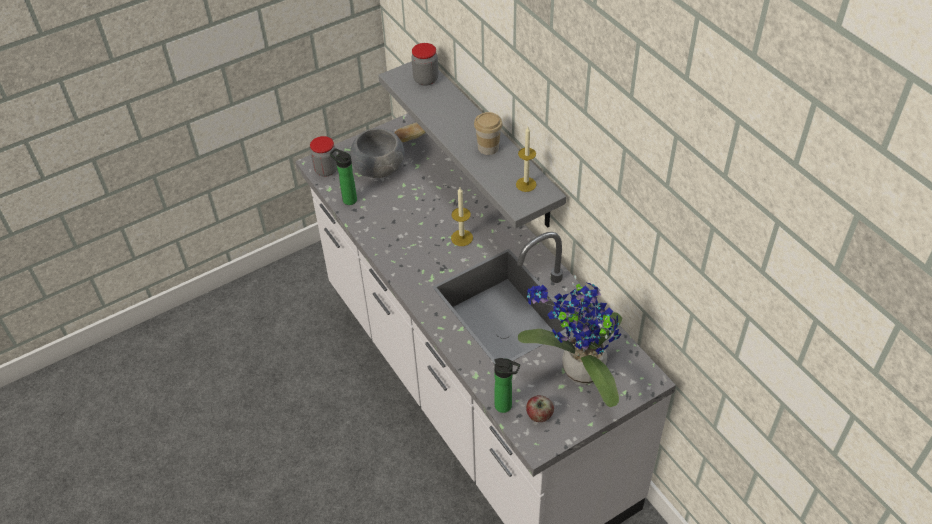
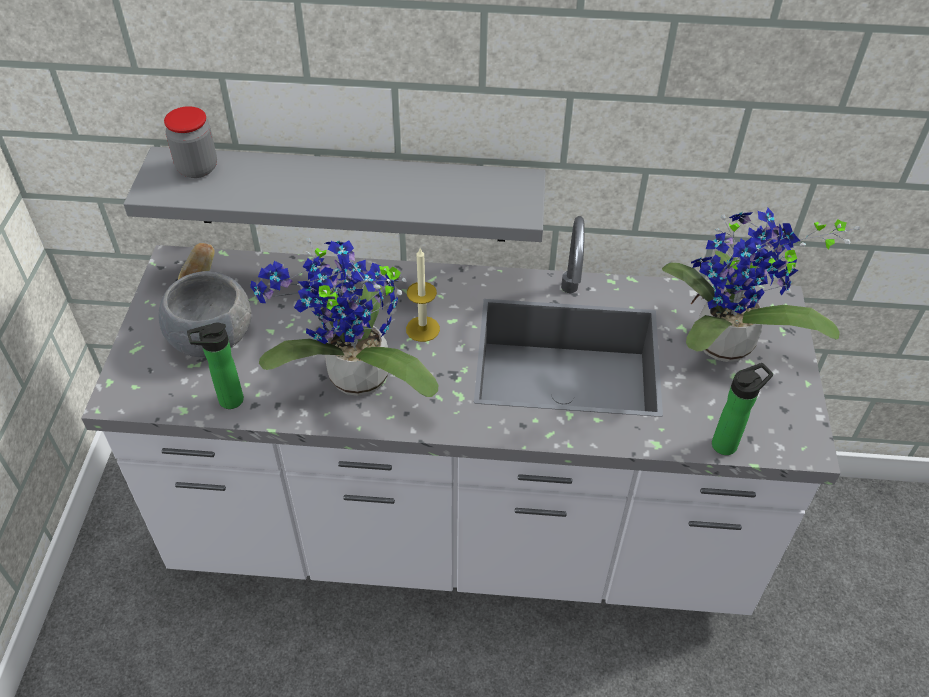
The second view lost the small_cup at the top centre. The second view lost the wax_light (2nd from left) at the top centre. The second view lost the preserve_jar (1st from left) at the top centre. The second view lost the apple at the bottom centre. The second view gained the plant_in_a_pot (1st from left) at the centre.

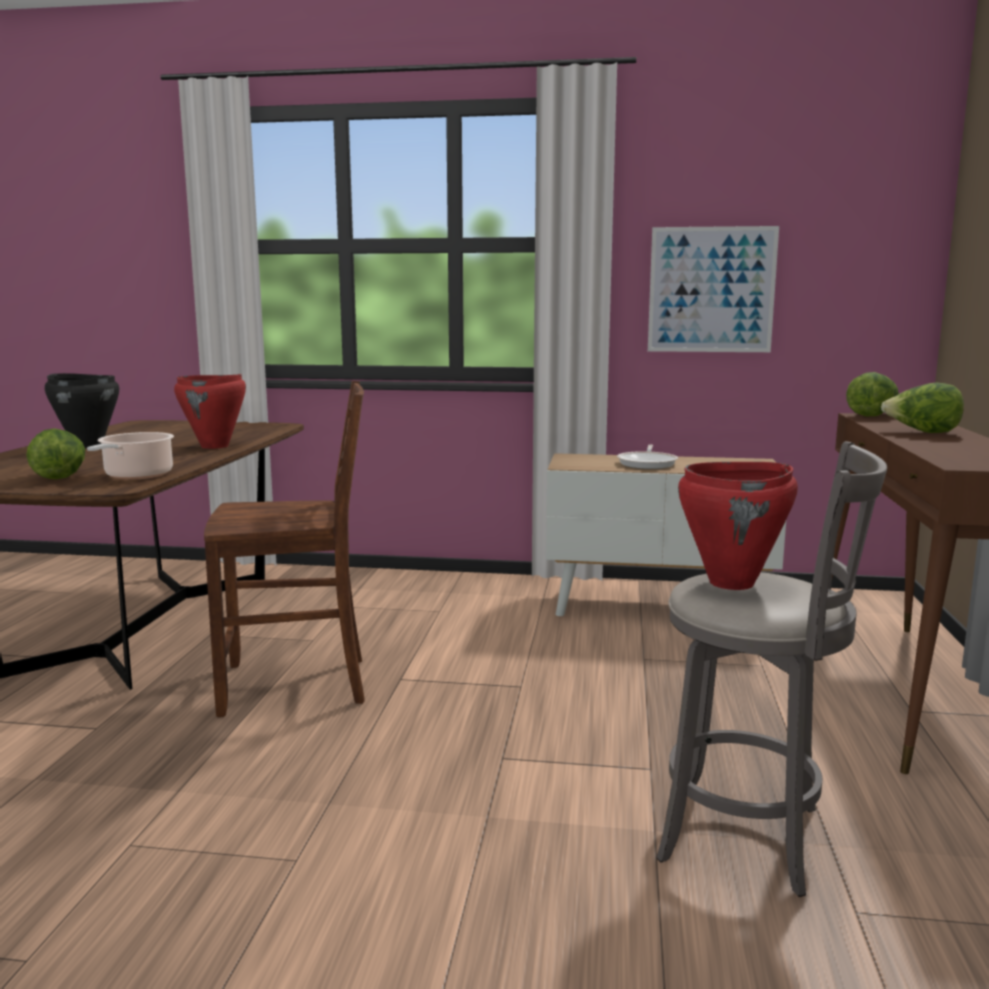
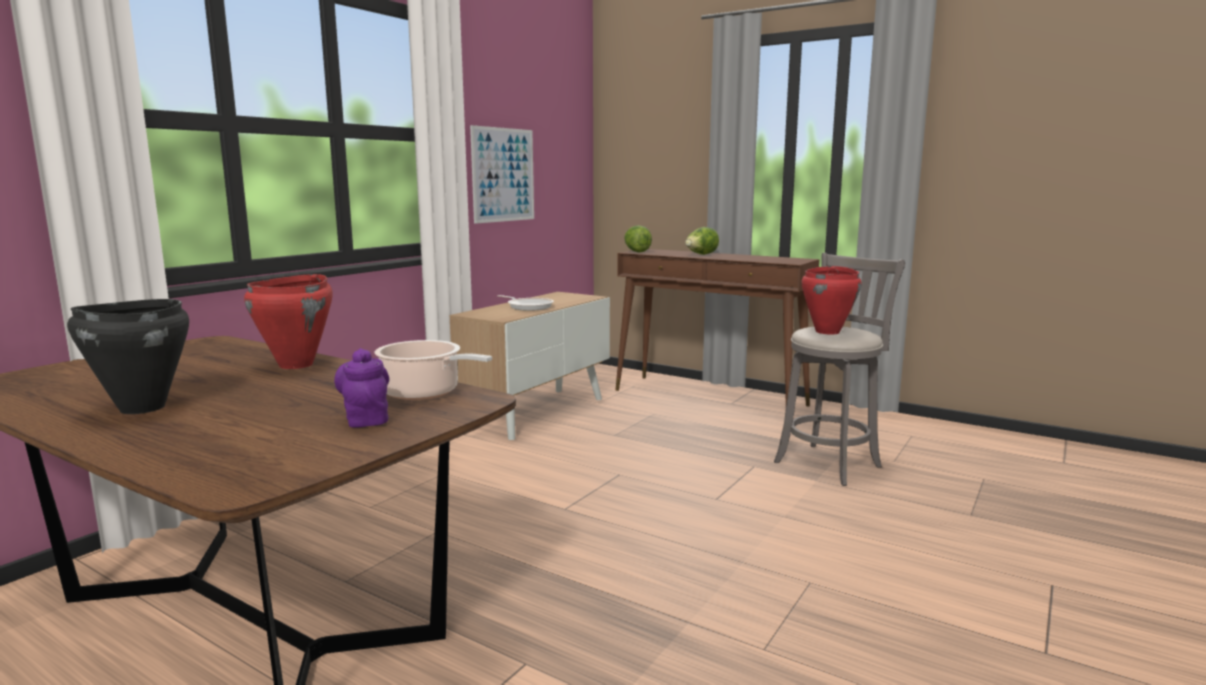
The second view lost the brownish_chair at the middle left. Where the head_of_lettuce (1st from left) stood at the middle left, the purple-coloured_teapot came to stand at the middle left.

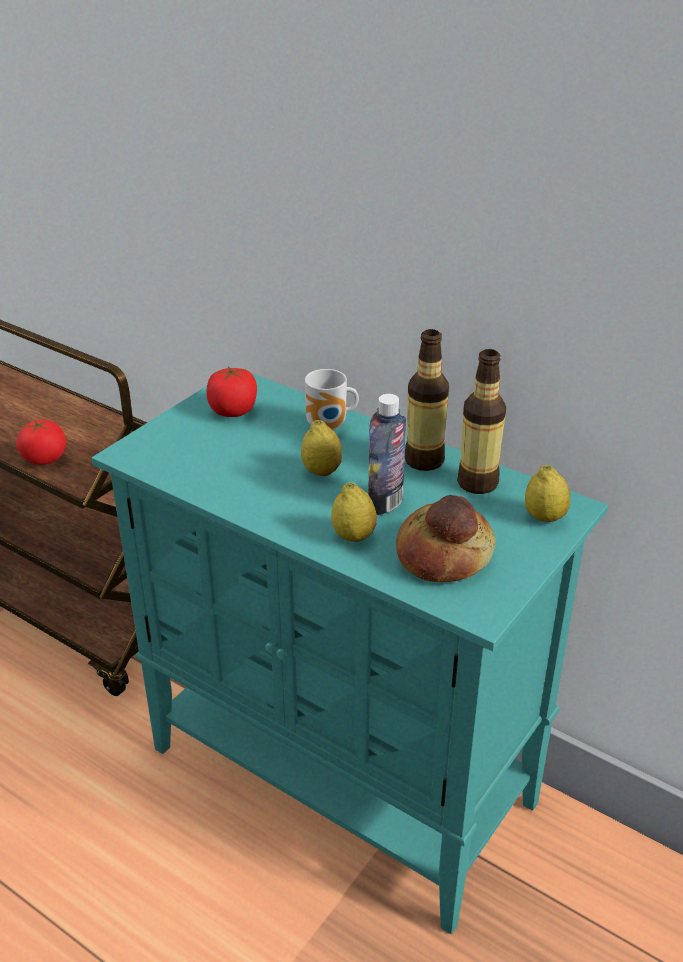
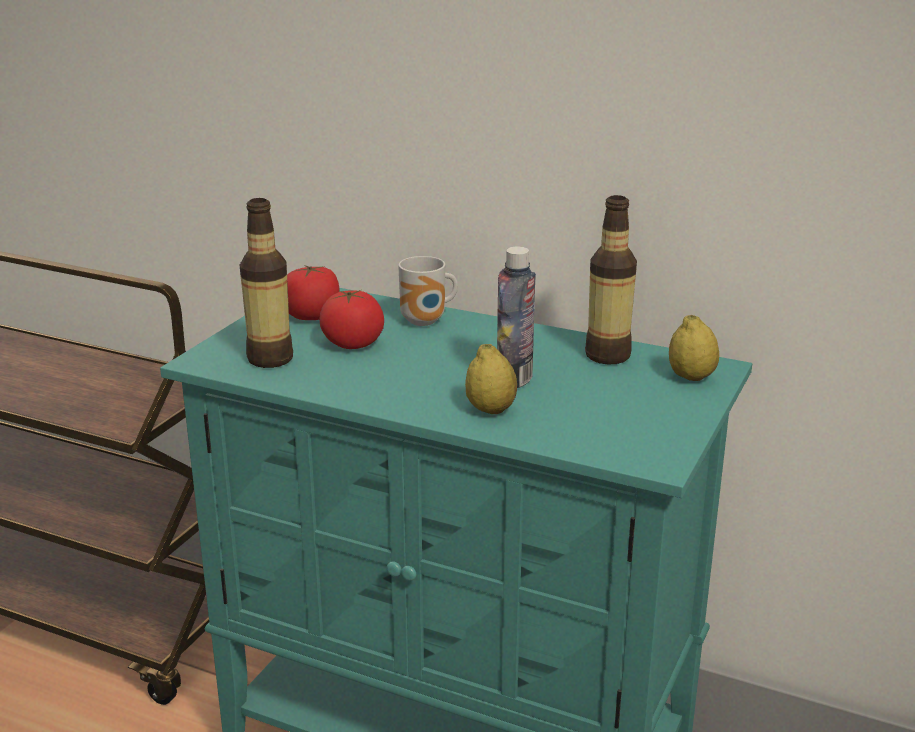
The beverage_bottle (2nd from left in the first image) ended up elsewhere, having gone from the centre to the middle left. The tomato (1st from left in the first image) ended up elsewhere, having gone from the middle left to the centre. The second view lost the whole_lemon (1st from left) at the centre. The second view lost the baked_bread at the centre.

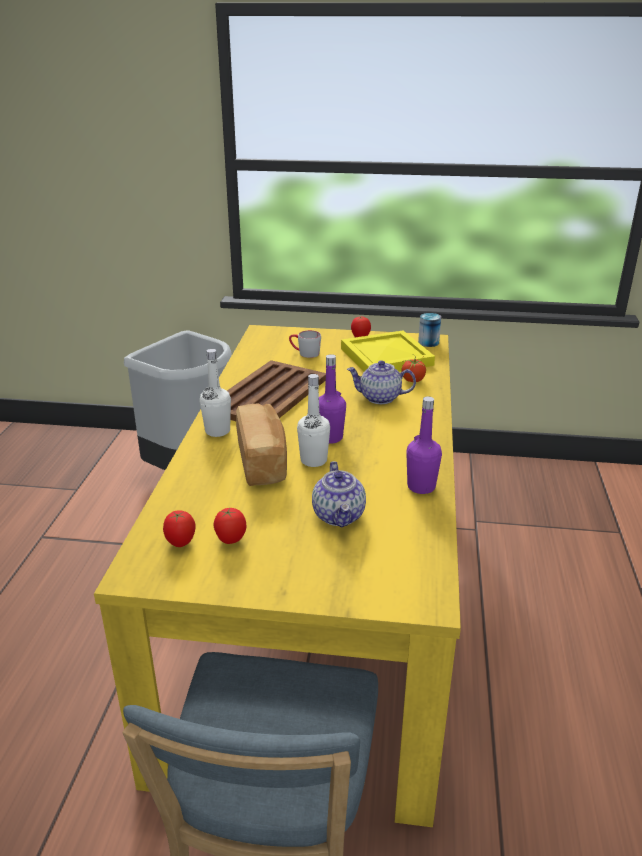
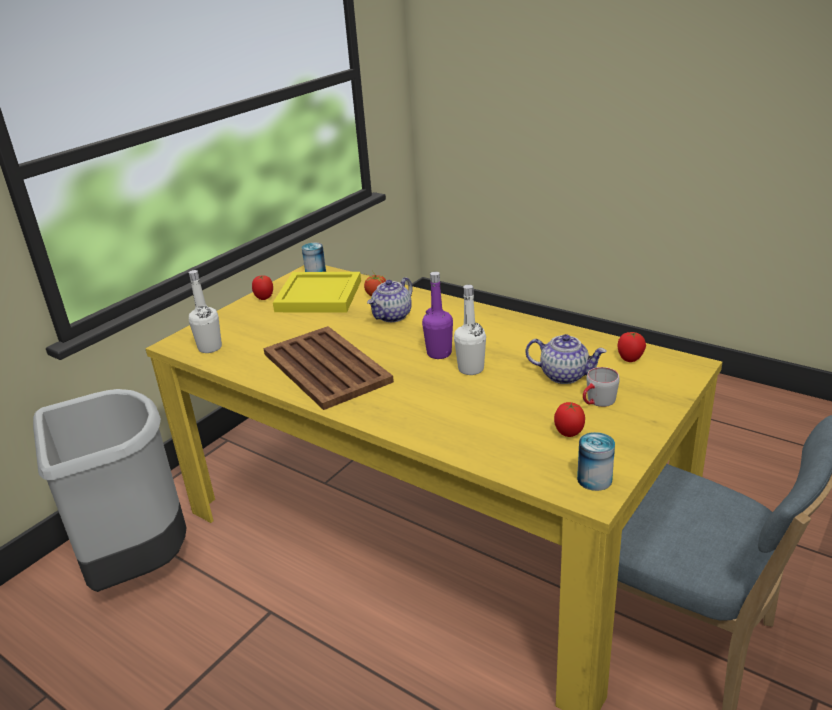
The gray_coffee_mug ended up elsewhere, having gone from the centre to the middle right. The white_beverage_bottle (1st from left) ended up elsewhere, having gone from the centre to the middle left. The second view lost the purple-coloured_beverage_bottle (2nd from left) at the centre. The second view lost the baked_bread at the centre. The tomato (1st from left in the first image) ended up elsewhere, having gone from the middle left to the middle right. The second view gained the metal_can (2nd from left) at the middle right.

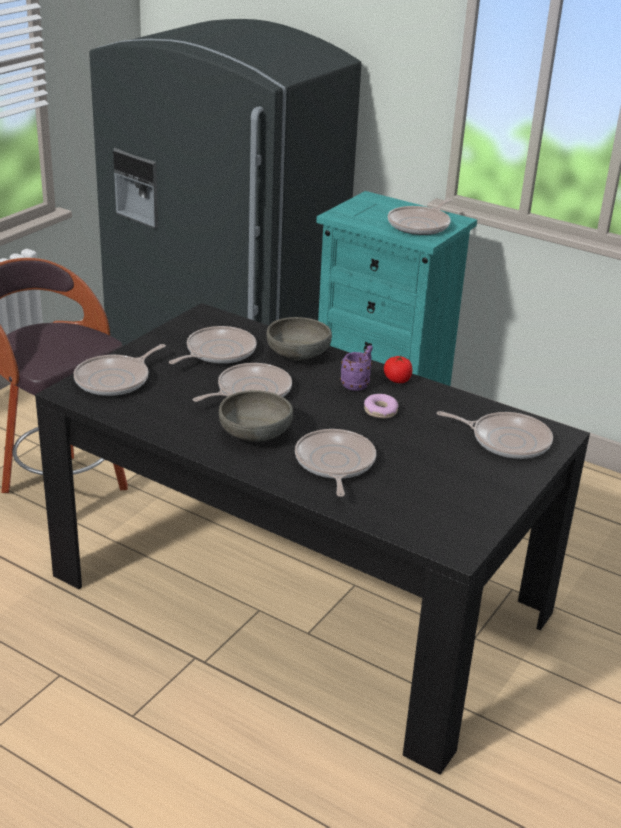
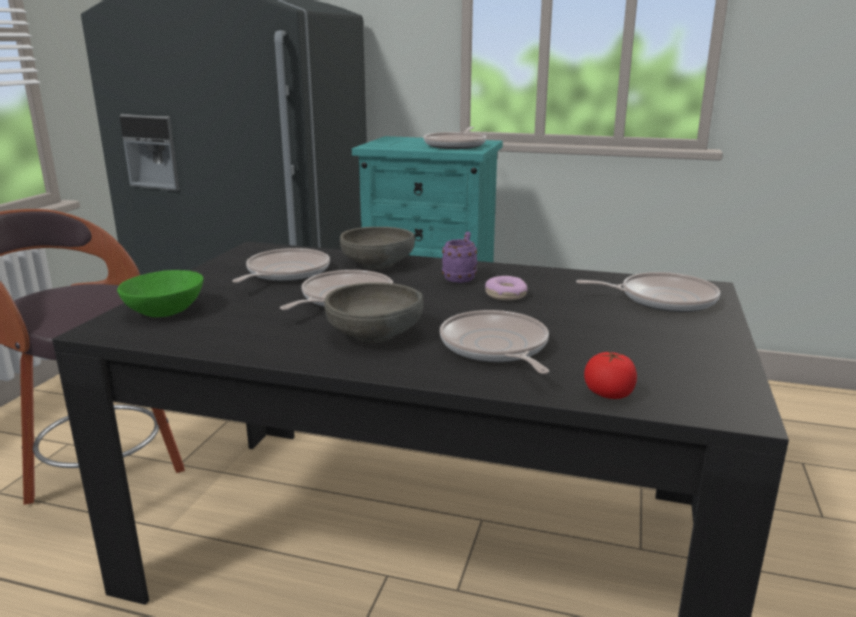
Where the pan (1st from left) stood at the middle left, the greenish_deep_dish came to stand at the middle left. The tomato ended up elsewhere, having gone from the centre to the middle right.

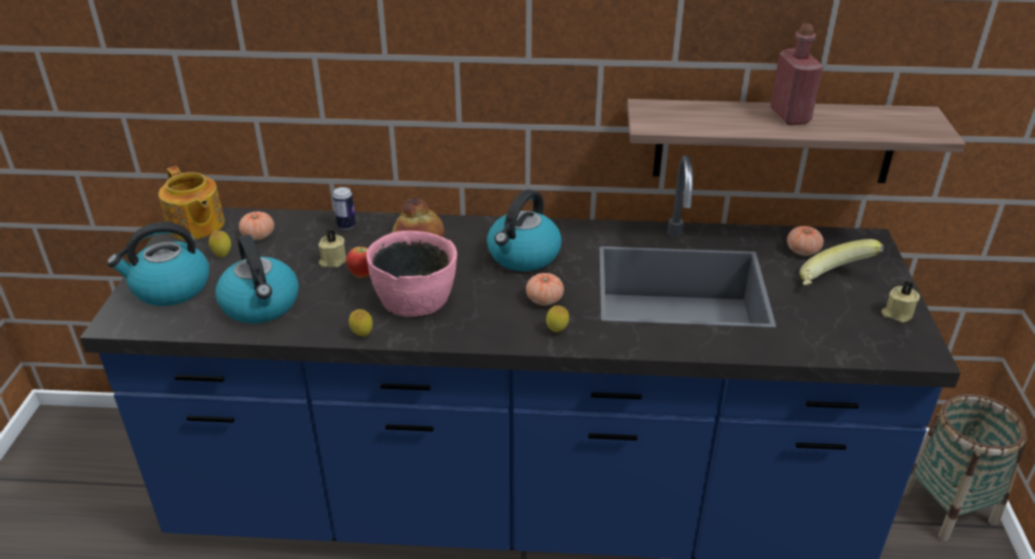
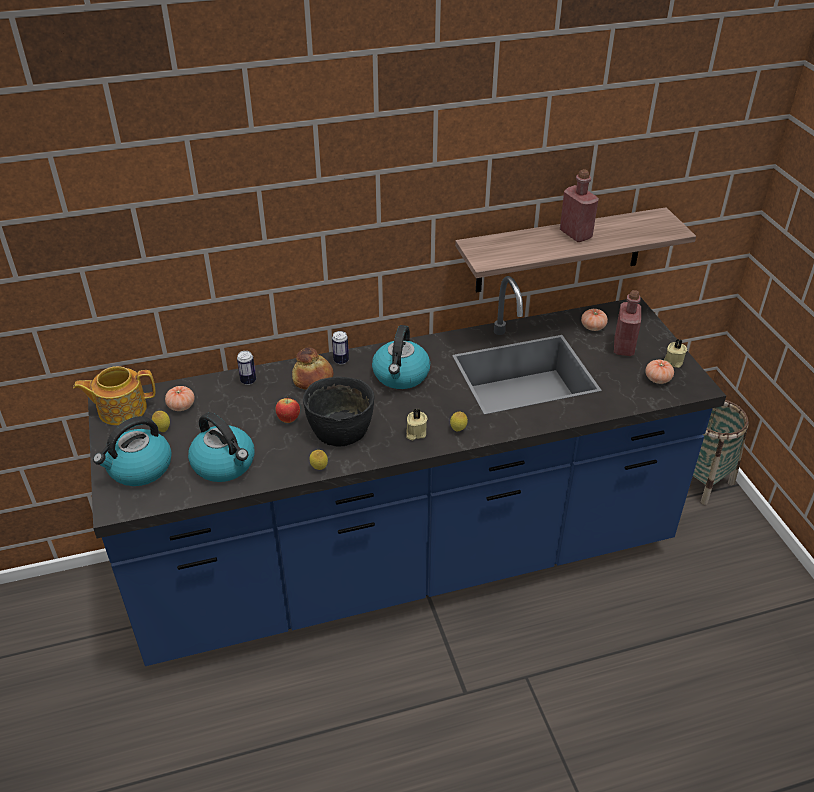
The teapot at the middle left ended up facing another way, 135 degrees clockwise from before. The beige_wax_light (1st from left) ended up elsewhere, having gone from the middle left to the centre. What was the pink_deep_dish at the centre turned into the black_deep_dish at the centre. Where the whole_banana stood at the middle right, the red_beverage_bottle (2nd from left) came to stand at the middle right. The tomato (2nd from left in the first image) ended up elsewhere, having gone from the centre to the middle right. The second view gained the metal_can (2nd from left) at the centre.

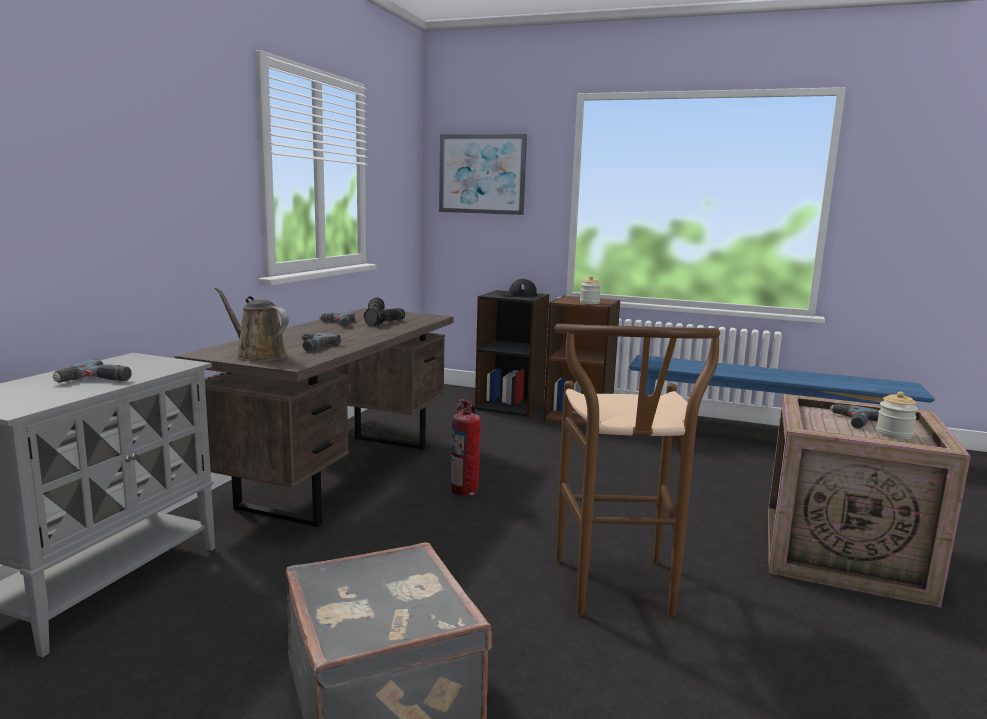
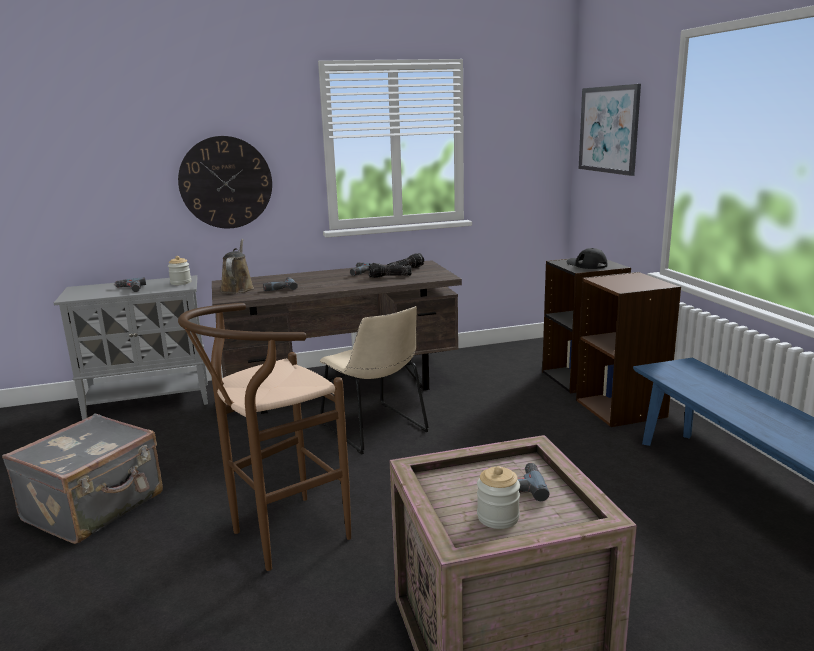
The preserve_jar (1st from left) ended up elsewhere, having gone from the centre to the middle left. Where the extinguisher stood at the centre, the beige_chair came to stand at the centre. The second view gained the wall_clock at the top left.

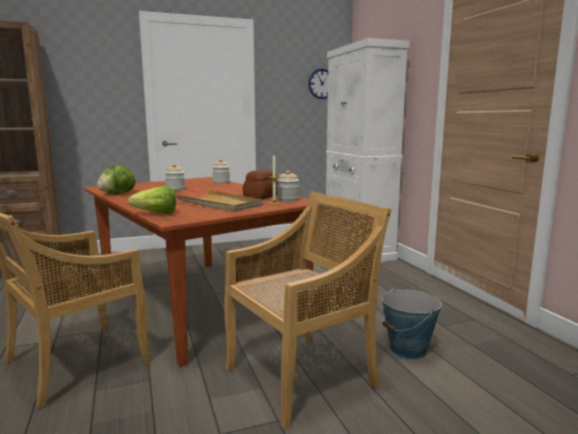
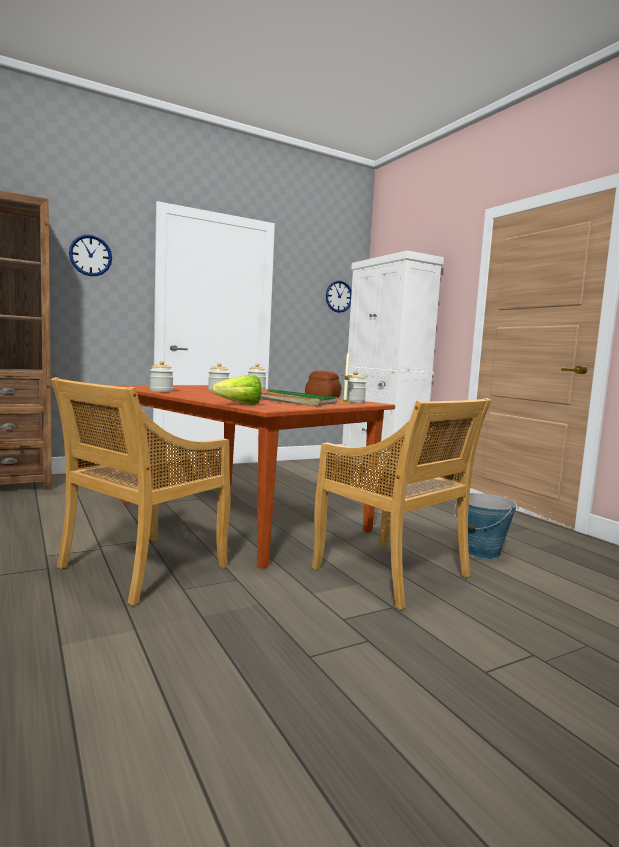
Where the head_of_lettuce (1st from left) stood at the middle left, the preserve_jar (1st from left) came to stand at the middle left. What was the beige_serving_tray at the centre turned into the greenish_serving_tray at the centre. The beige_chair (2nd from left) at the bottom centre ended up facing another way, 90 degrees clockwise from before. The second view gained the wall_clock (1st from left) at the top left.

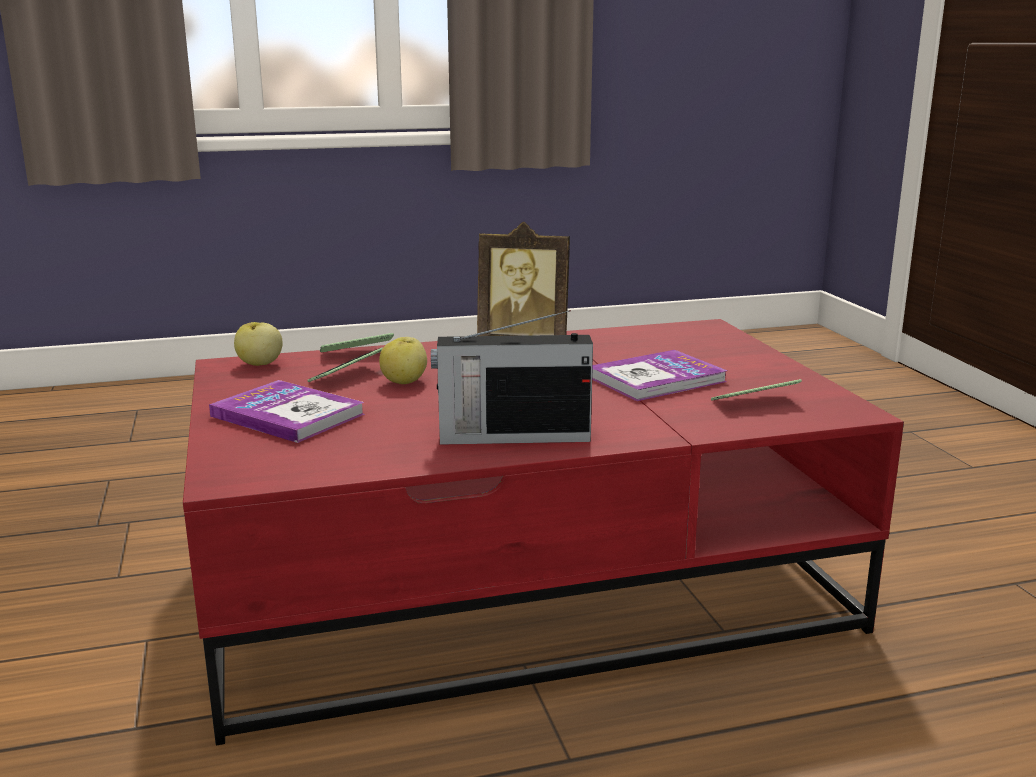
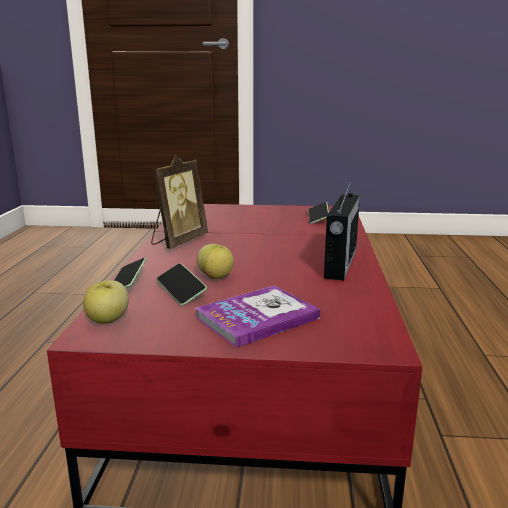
The second view lost the bound_book (2nd from left) at the centre.

